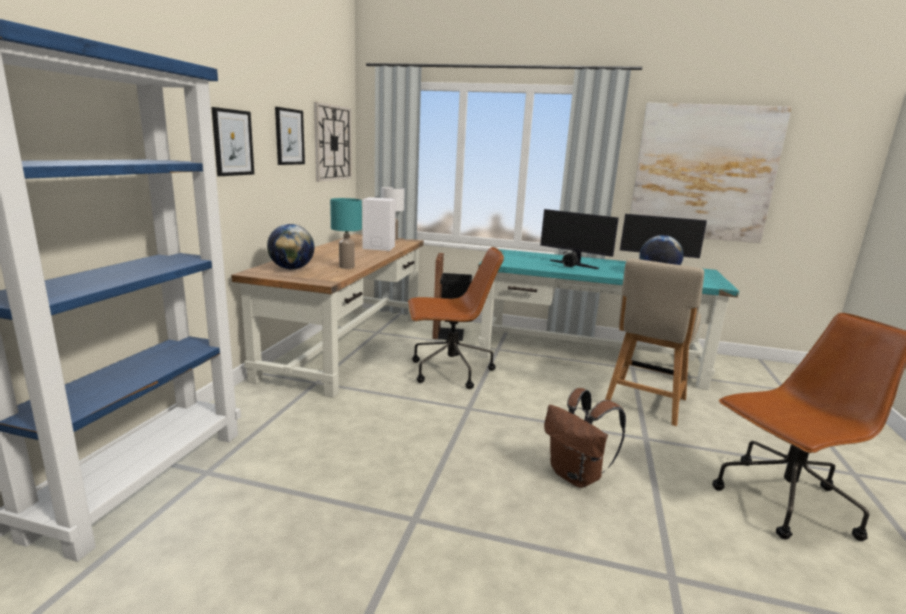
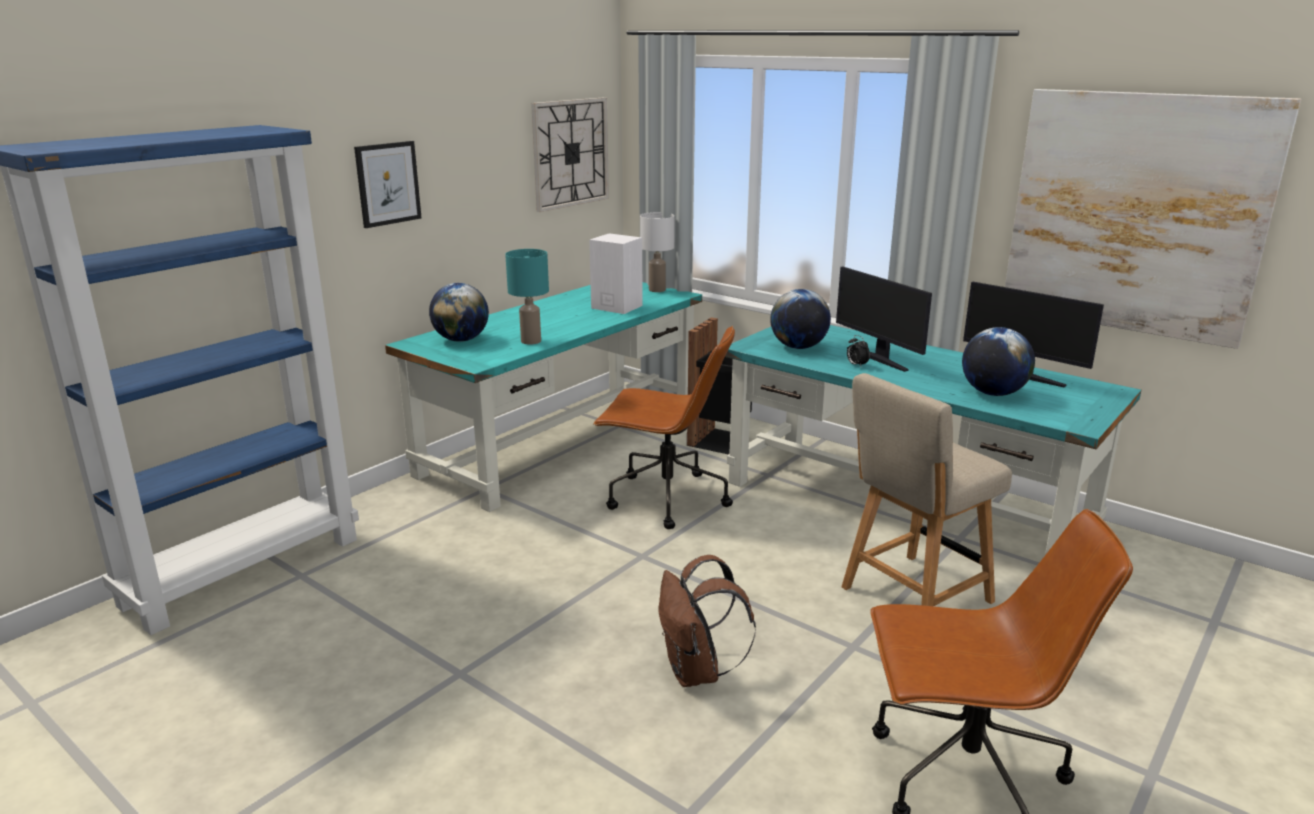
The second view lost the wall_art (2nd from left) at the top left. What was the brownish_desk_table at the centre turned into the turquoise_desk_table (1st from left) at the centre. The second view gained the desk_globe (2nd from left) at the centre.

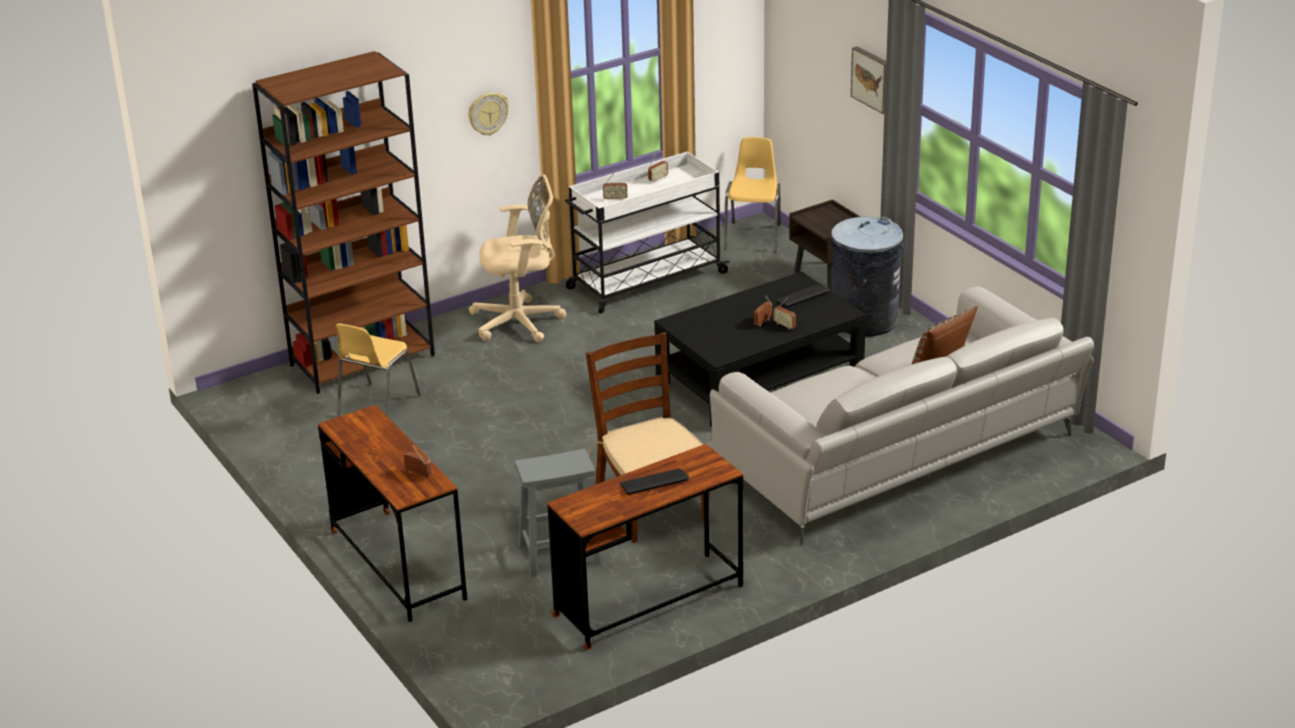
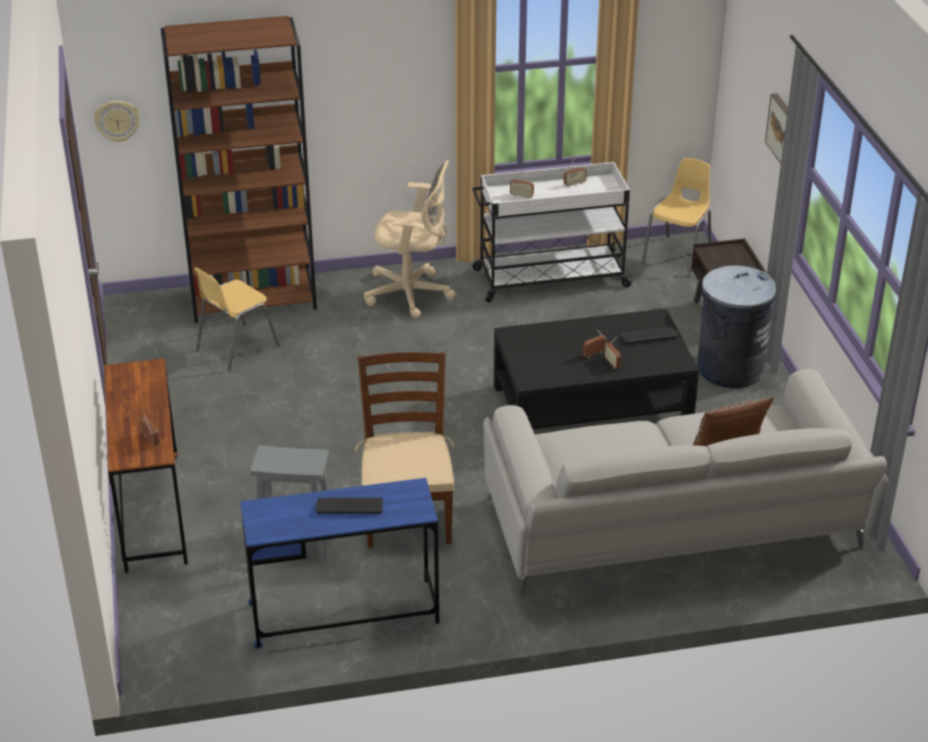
The wall_clock ended up elsewhere, having gone from the top centre to the top left. What was the brownish_desk_table (2nd from left) at the bottom centre turned into the blue_desk_table at the bottom centre.

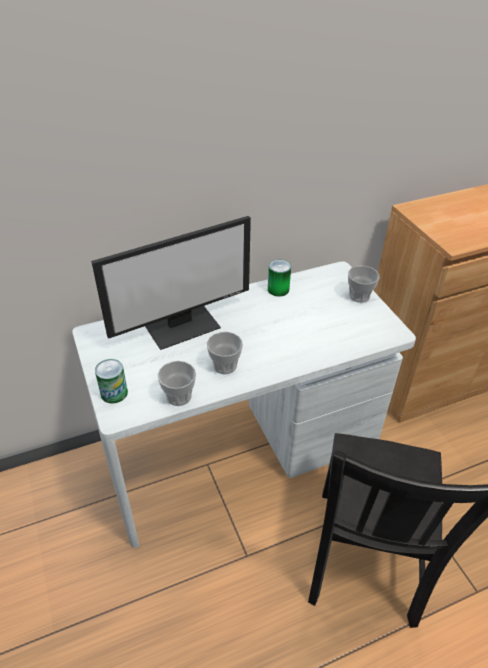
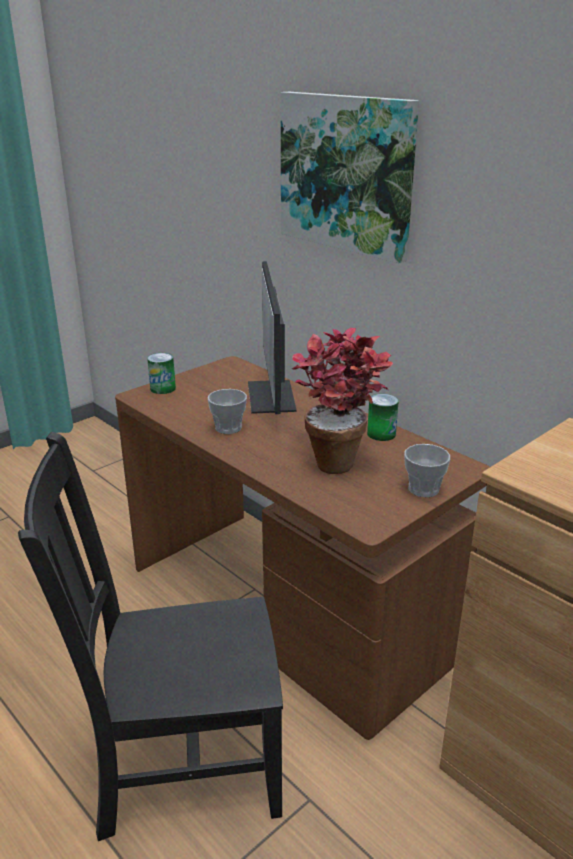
The monitor at the centre ended up facing another way, 45 degrees clockwise from before. What was the white_desk_table at the centre turned into the brownish_desk_table at the centre. The second view lost the small_cup (1st from left) at the centre. The second view gained the wall_art at the top centre. The second view gained the plant_in_a_pot at the centre.

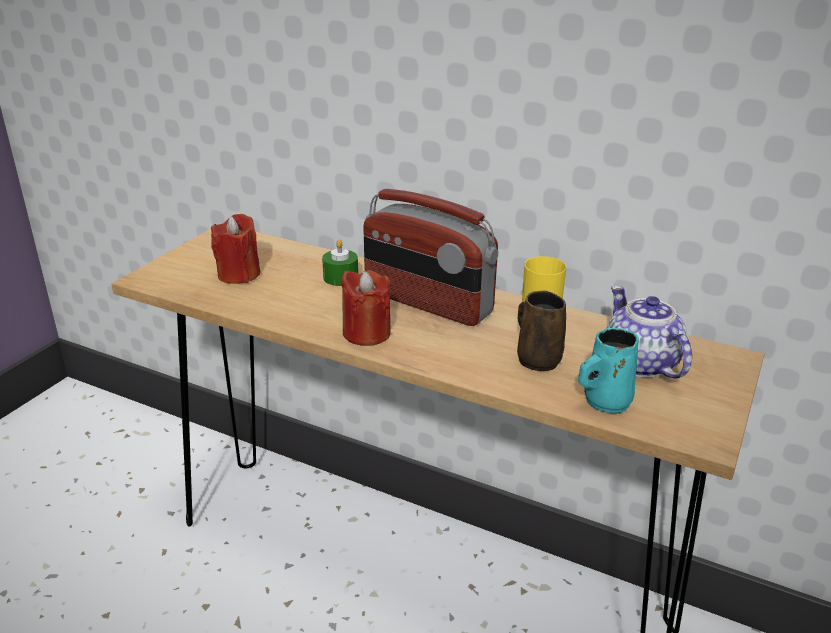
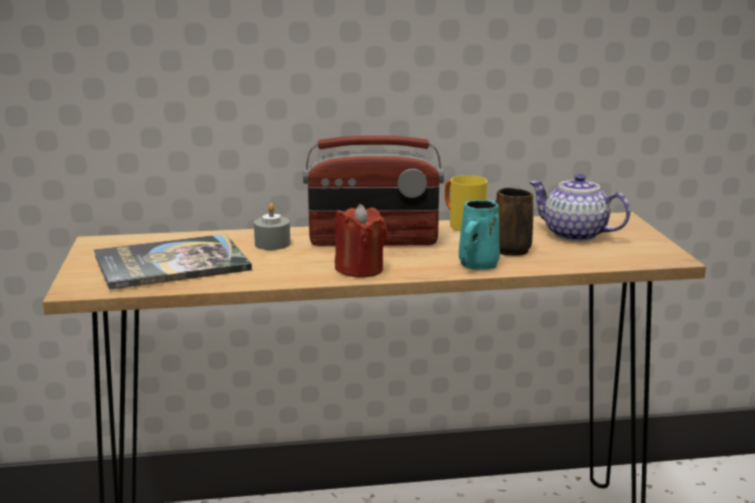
Where the red_wax_light (1st from left) stood at the middle left, the bound_book came to stand at the middle left. What was the greenish_wax_light at the centre turned into the gray_wax_light at the centre. The turquoise_coffee_mug ended up elsewhere, having gone from the middle right to the centre.

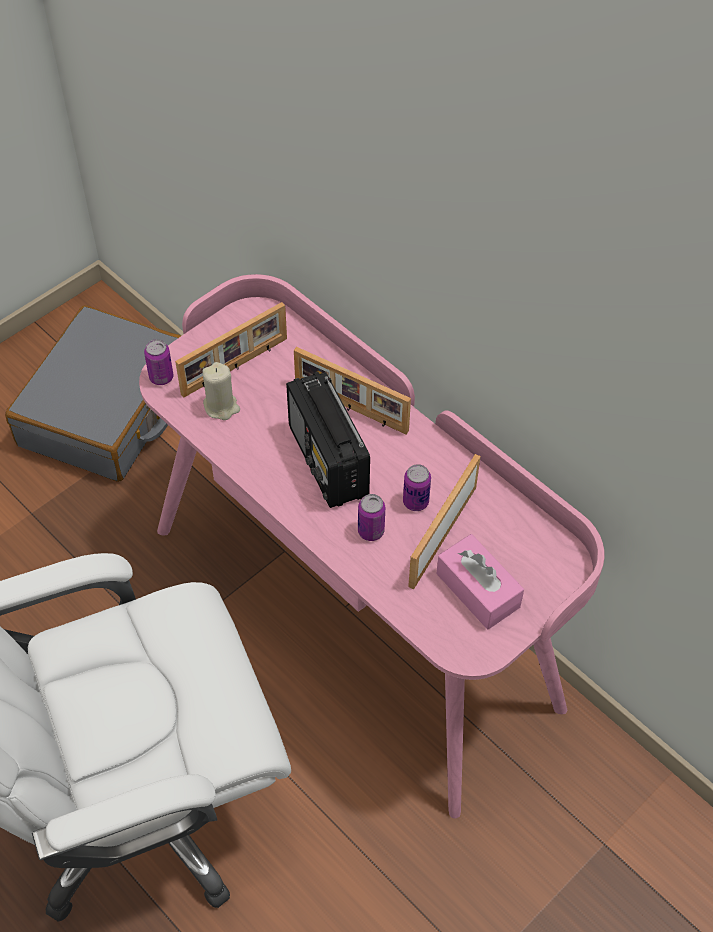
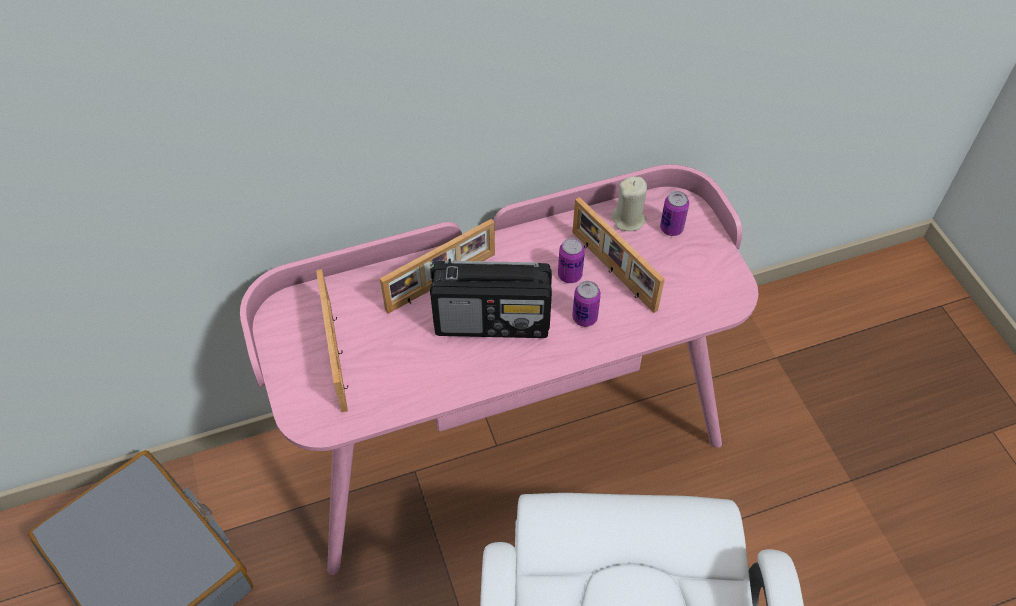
The metal_can (1st from left in the first image) ended up elsewhere, having gone from the middle left to the centre. The beige_wax_light ended up elsewhere, having gone from the middle left to the centre. The second view lost the pink_tissue_box at the middle right.

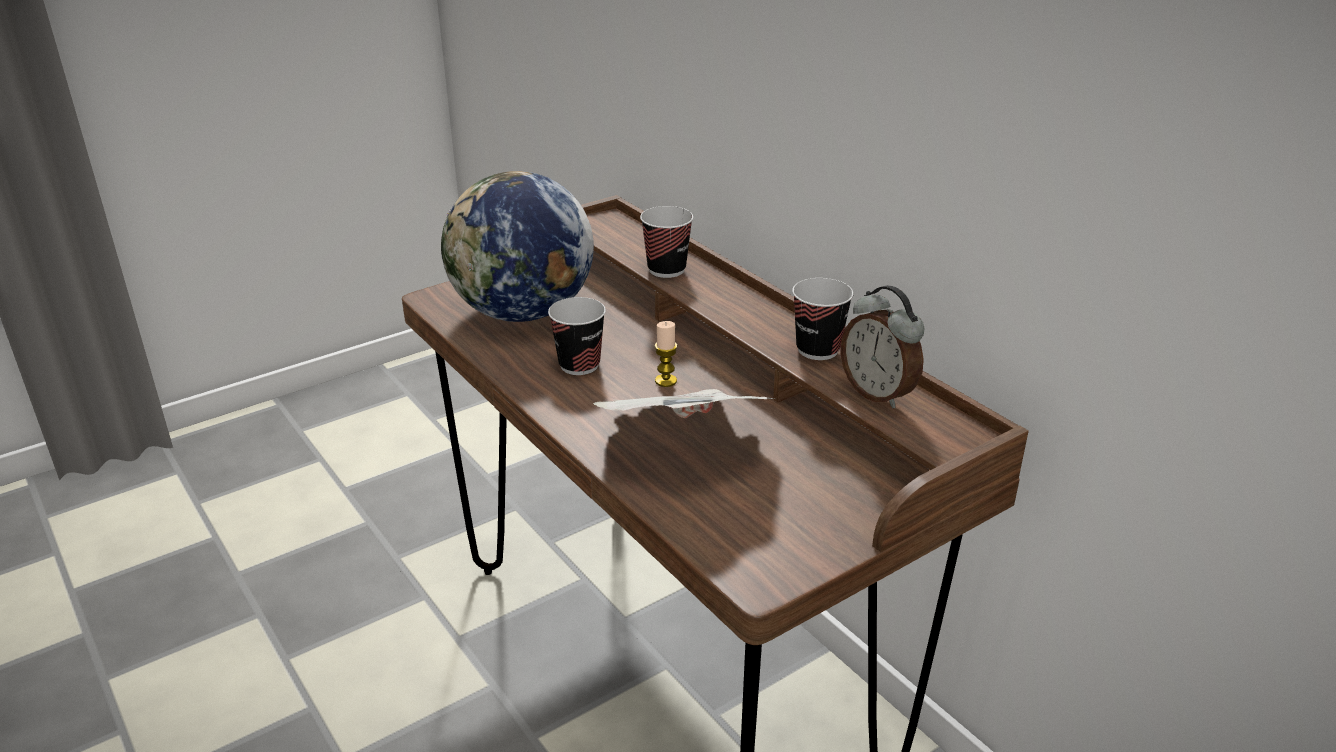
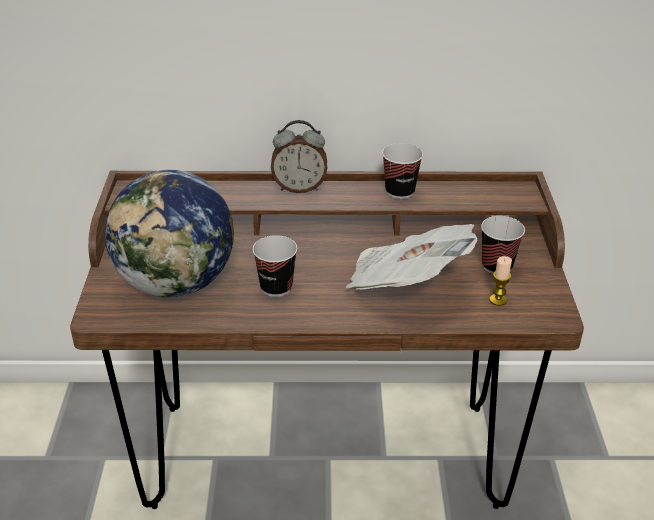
The small_cup (2nd from left in the first image) ended up elsewhere, having gone from the top centre to the middle right. The alarm_clock ended up elsewhere, having gone from the centre to the top centre. The wax_light ended up elsewhere, having gone from the centre to the middle right.

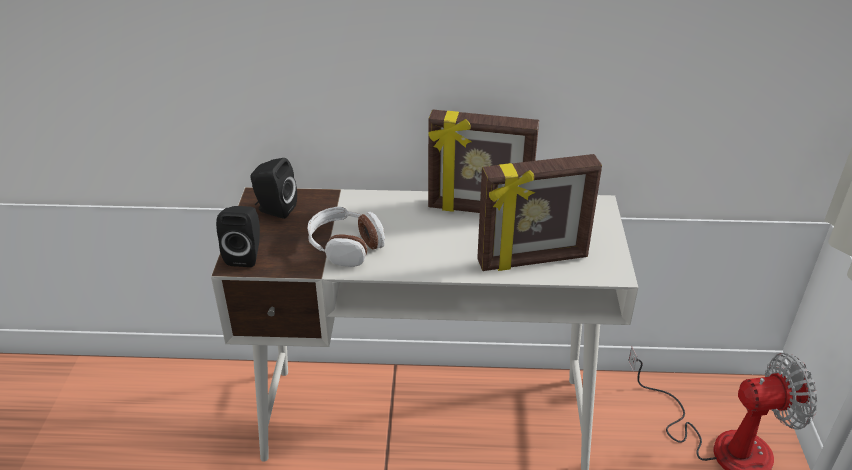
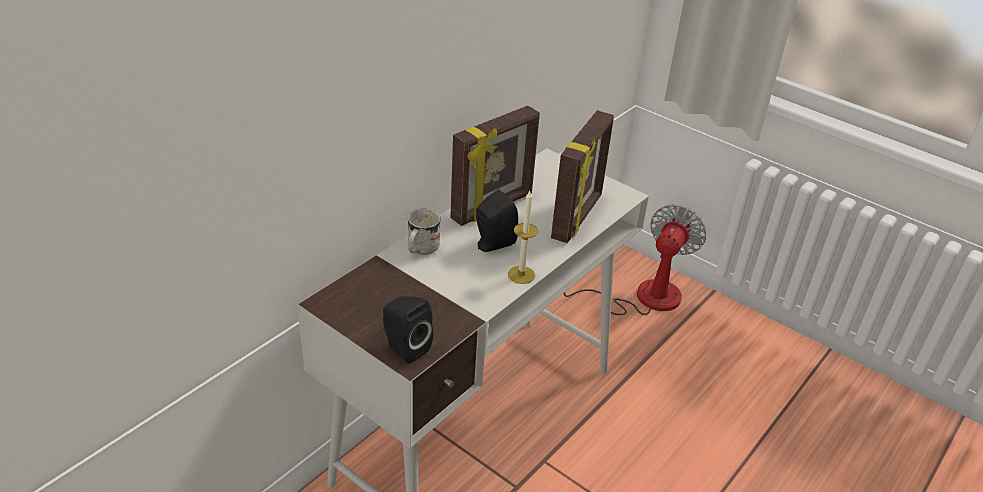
The black_loudspeaker (2nd from left) ended up elsewhere, having gone from the middle left to the centre. The second view lost the headset at the centre. The second view gained the wax_light at the centre. The second view gained the white_coffee_mug at the centre.

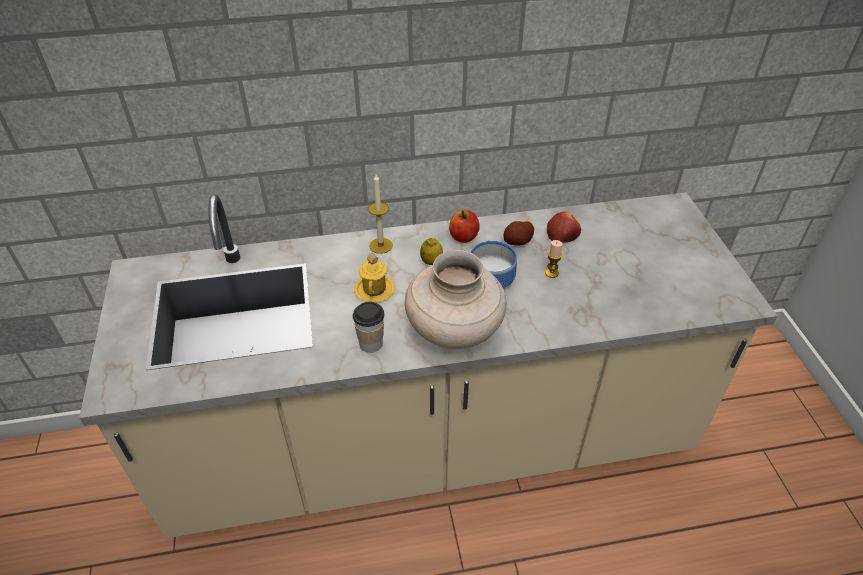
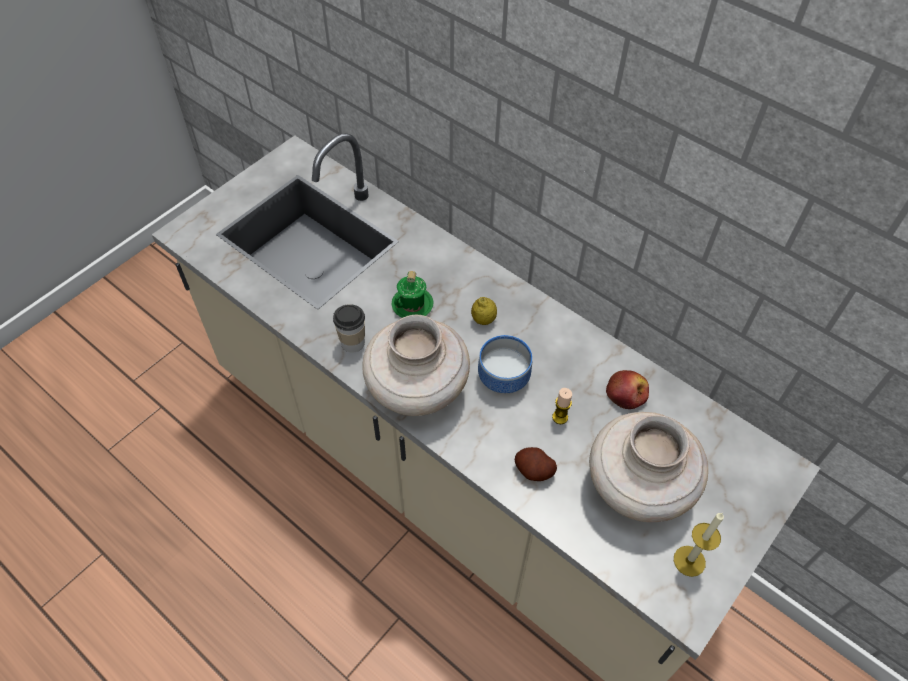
The wax_light (1st from left in the first image) ended up elsewhere, having gone from the centre to the bottom right. The second view lost the apple (1st from left) at the centre. The potato ended up elsewhere, having gone from the centre to the bottom centre. What was the yellow_coffee_mug at the centre turned into the greenish_coffee_mug at the centre. The second view gained the beige_decorative_vase (2nd from left) at the bottom right.

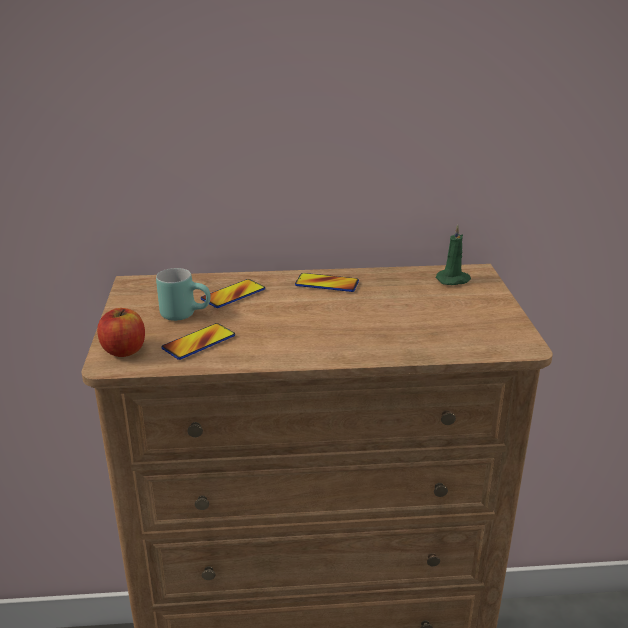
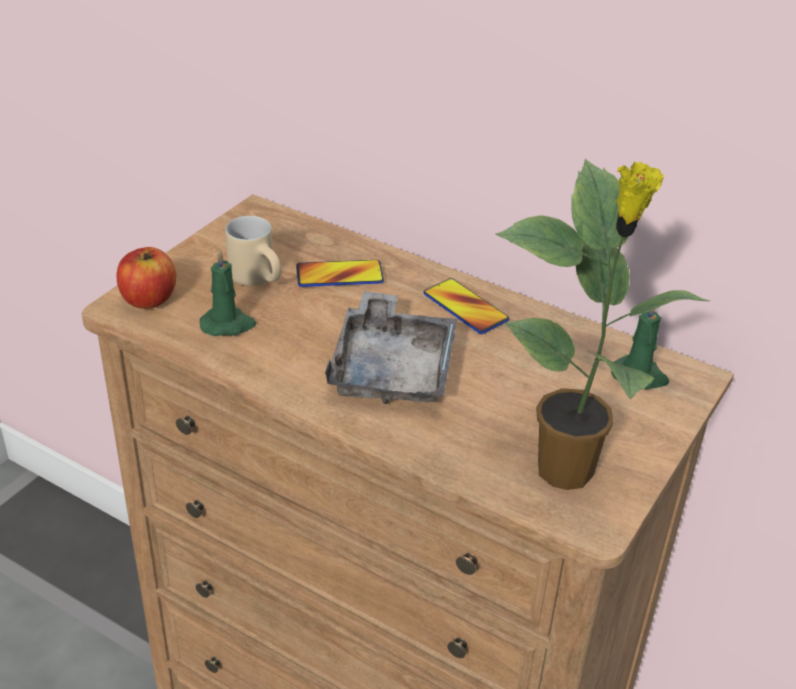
What was the turquoise_coffee_mug at the middle left turned into the beige_coffee_mug at the middle left. Where the phone (1st from left) stood at the middle left, the greenish_wax_light (1st from left) came to stand at the middle left. The second view gained the plant_in_a_pot at the middle right. The second view gained the gray_serving_tray at the centre.

